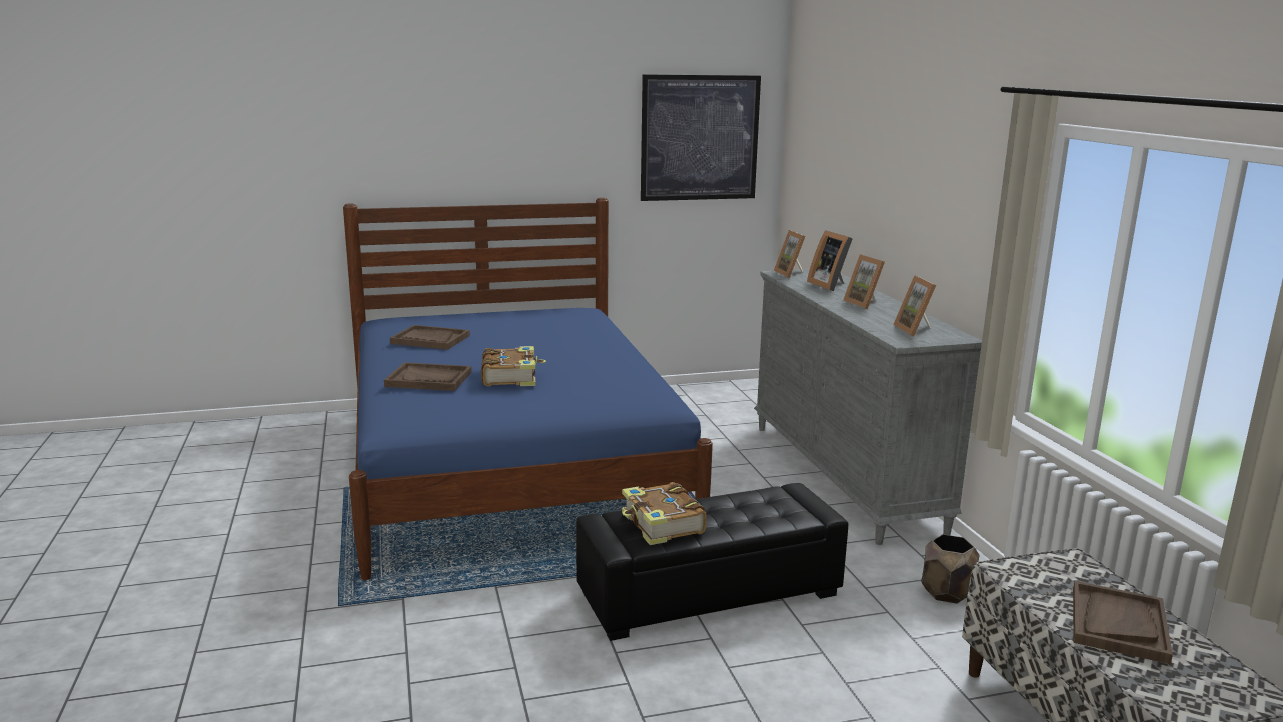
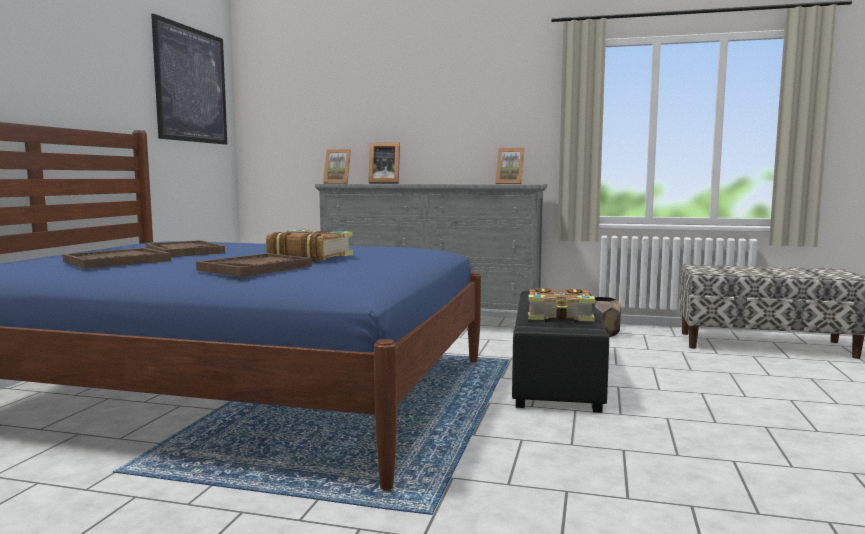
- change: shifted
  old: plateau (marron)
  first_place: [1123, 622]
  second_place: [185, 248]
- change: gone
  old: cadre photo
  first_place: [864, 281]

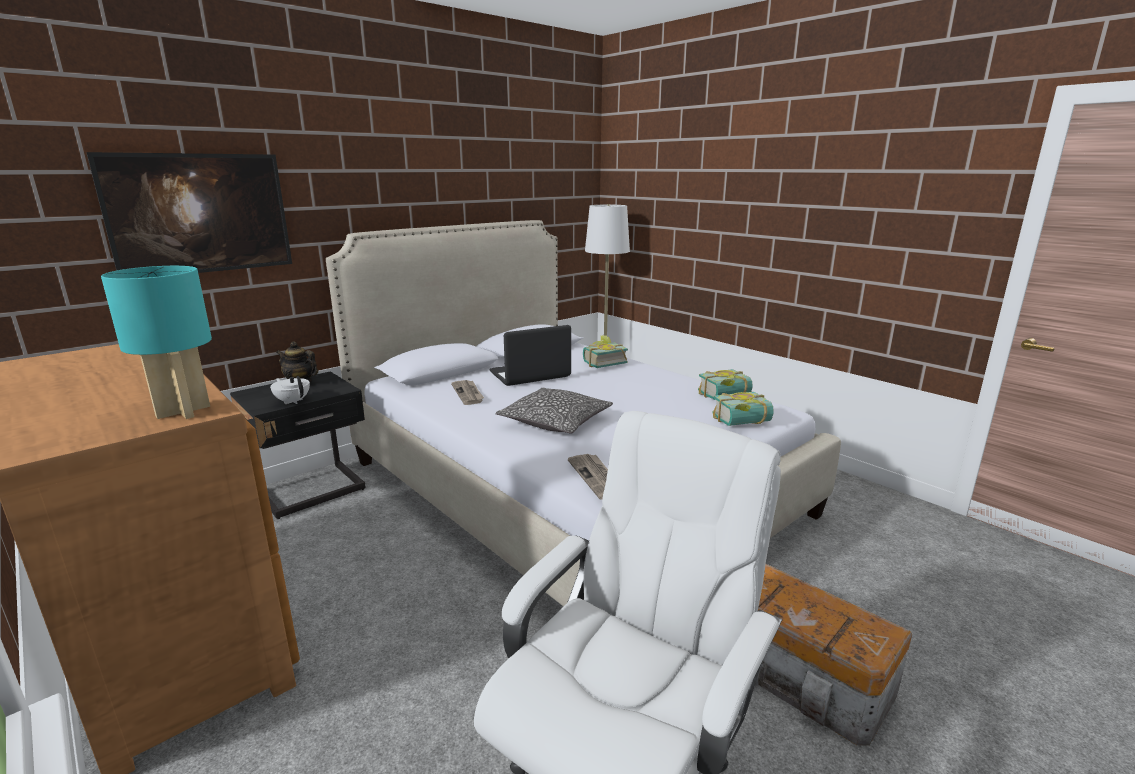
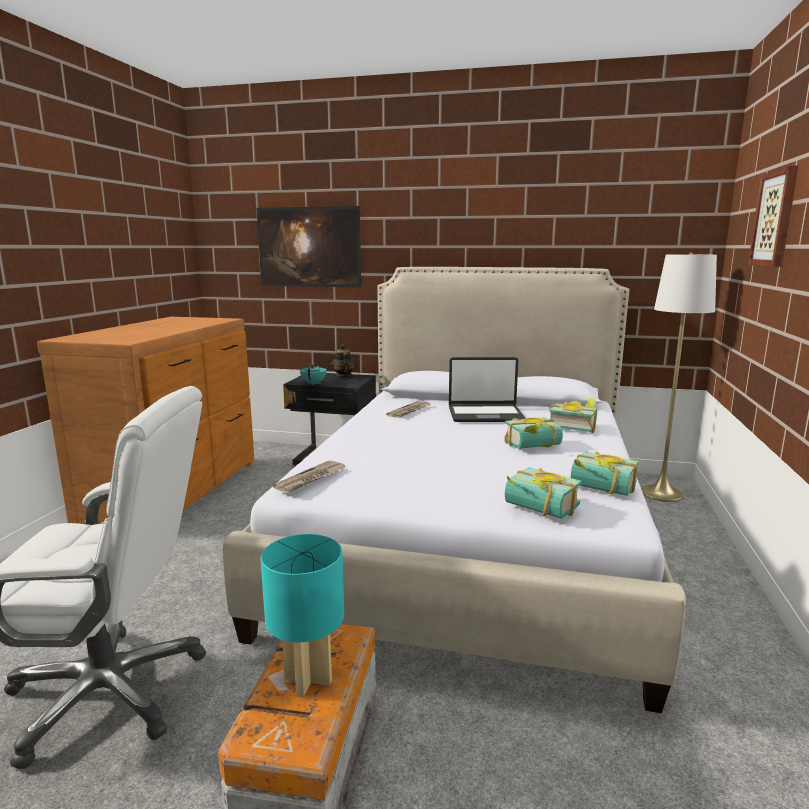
- change: shifted
  old: lampe de table (turquoise)
  first_place: [156, 342]
  second_place: [302, 615]
- change: repainted
  old: théière (blanc)
  new: théière (turquoise)
  first_place: [290, 390]
  second_place: [313, 374]
- change: rotated
  old: ordinateur portable
  first_place: [530, 355]
  second_place: [487, 389]
  degrees: 150
- change: new
  new: livre
  second_place: [533, 433]
- change: new
  new: tableau
  second_place: [773, 216]
- change: gone
  old: coussin
  first_place: [554, 411]

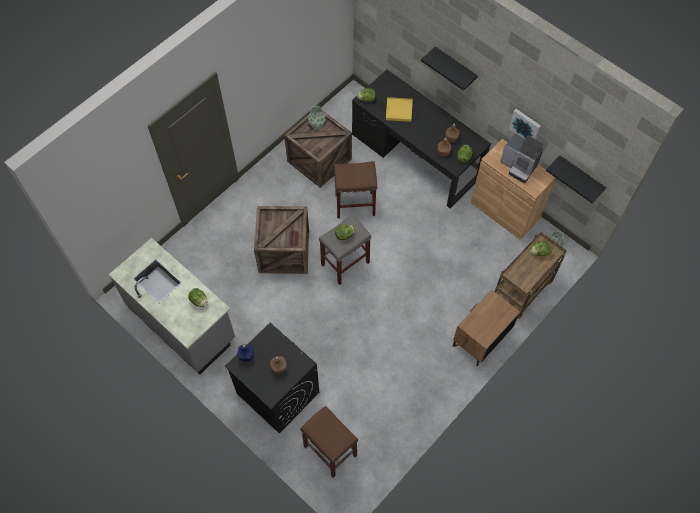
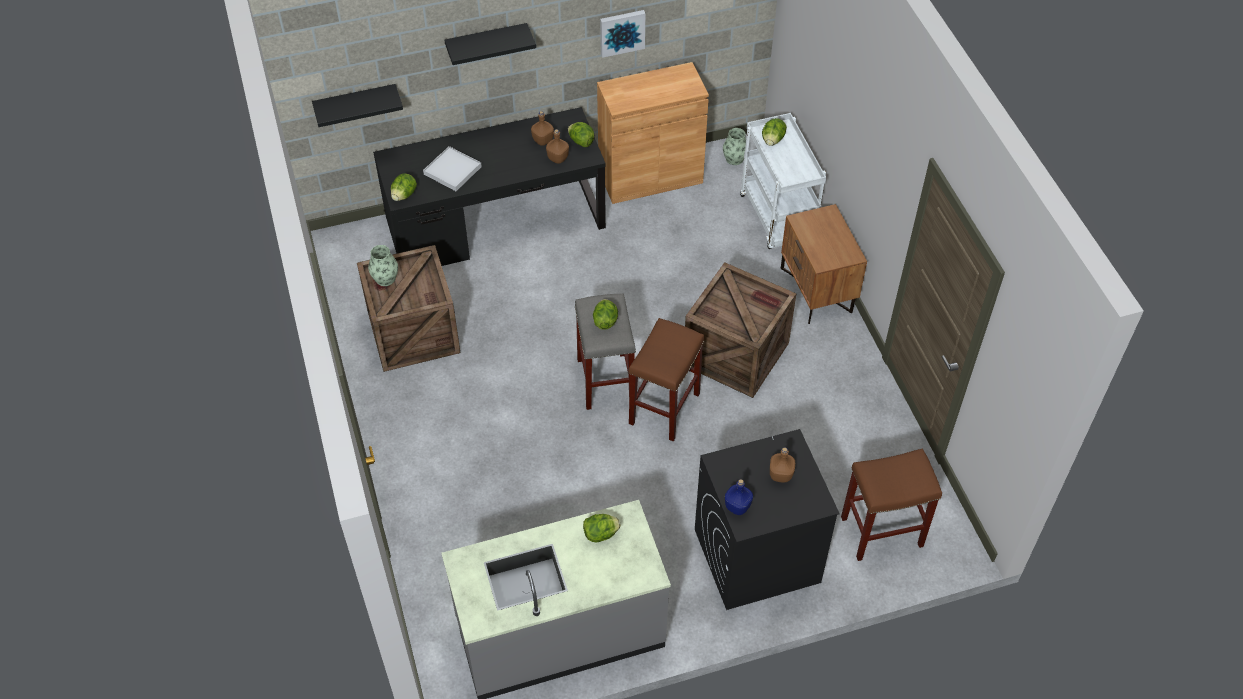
- change: shifted
  old: étagère (noir)
  first_place: [576, 179]
  second_place: [357, 105]
- change: repainted
  old: plateau (jaune)
  new: plateau (blanc)
  first_place: [399, 109]
  second_place: [452, 168]
- change: shifted
  old: tabouret (marron)
  first_place: [355, 189]
  second_place: [666, 380]
- change: shifted
  old: caisse
  first_place: [281, 240]
  second_place: [740, 330]
- change: repainted
  old: chariot (marron)
  new: chariot (blanc)
  first_place: [531, 275]
  second_place: [783, 181]
- change: gone
  old: machine à café
  first_place: [521, 158]

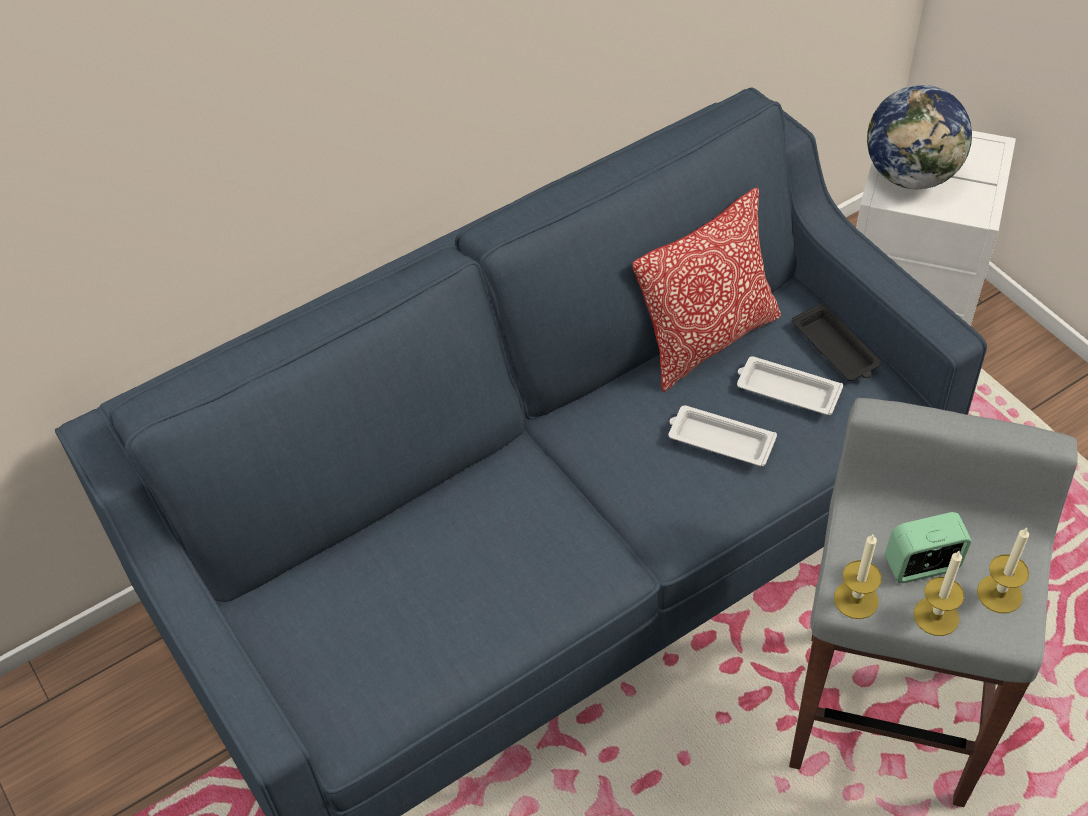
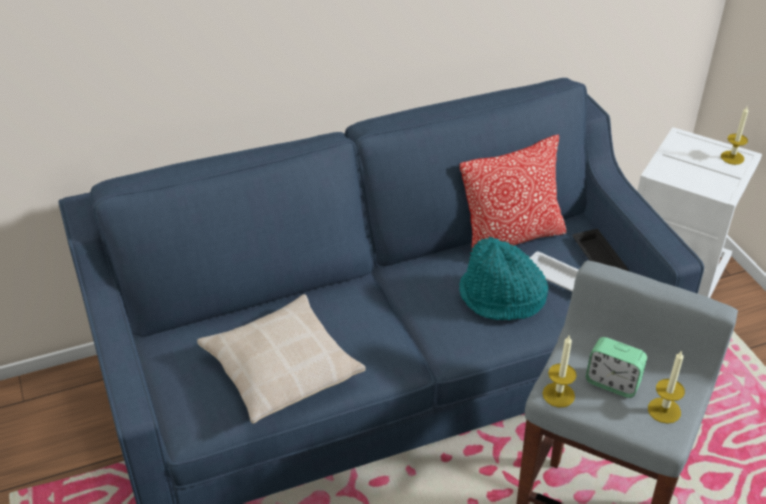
- change: new
  new: coussin (beige)
  second_place: [281, 359]
- change: swapped
  old: plateau (blanc)
  new: chapeau (turquoise)
  first_place: [722, 435]
  second_place: [503, 279]
- change: rotated
  old: réveil
  first_place: [928, 547]
  second_place: [616, 367]
  degrees: -150
- change: shifted
  old: bougie
  first_place: [939, 593]
  second_place: [734, 136]
- change: gone
  old: globe
  first_place: [919, 137]

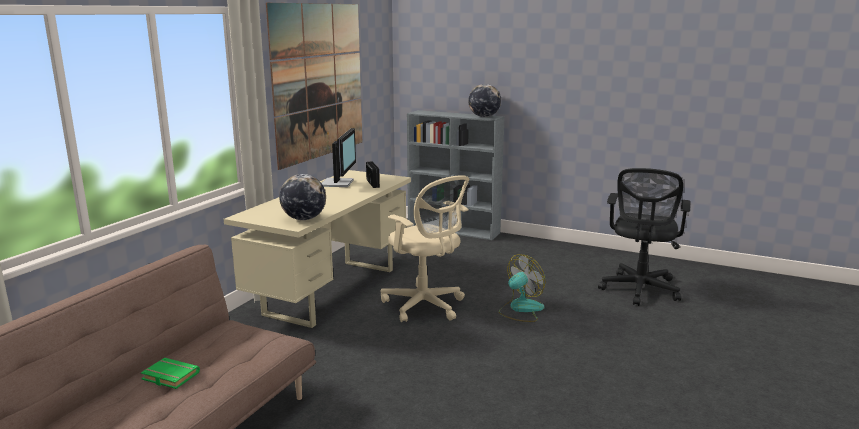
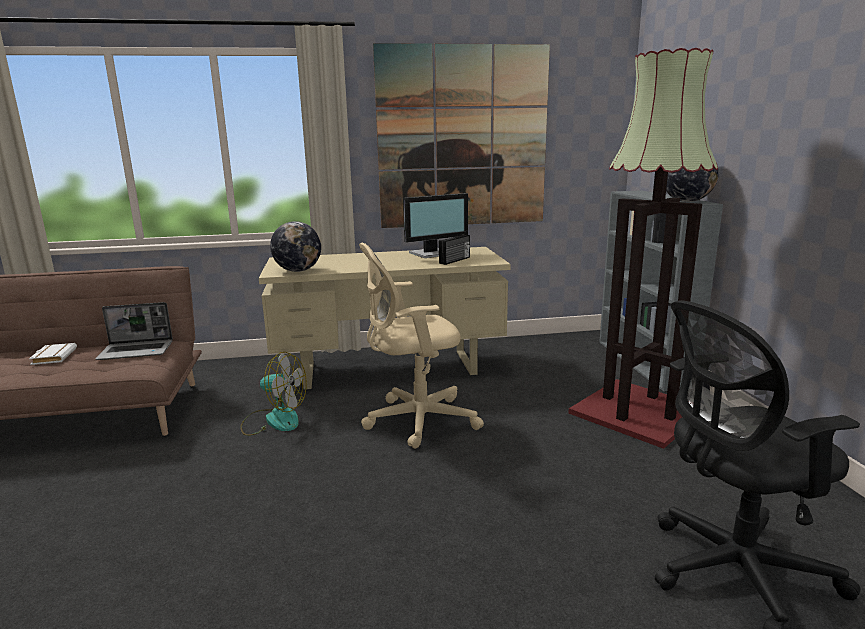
- change: repainted
  old: livre (vert)
  new: livre (blanc)
  first_place: [170, 373]
  second_place: [53, 354]
- change: new
  new: ordinateur portable
  second_place: [134, 331]
- change: shifted
  old: ventilateur
  first_place: [522, 288]
  second_place: [273, 394]
- change: rotated
  old: chaise de bureau (beige)
  first_place: [425, 248]
  second_place: [421, 346]
  degrees: 60
- change: new
  new: lampadaire
  second_place: [643, 248]

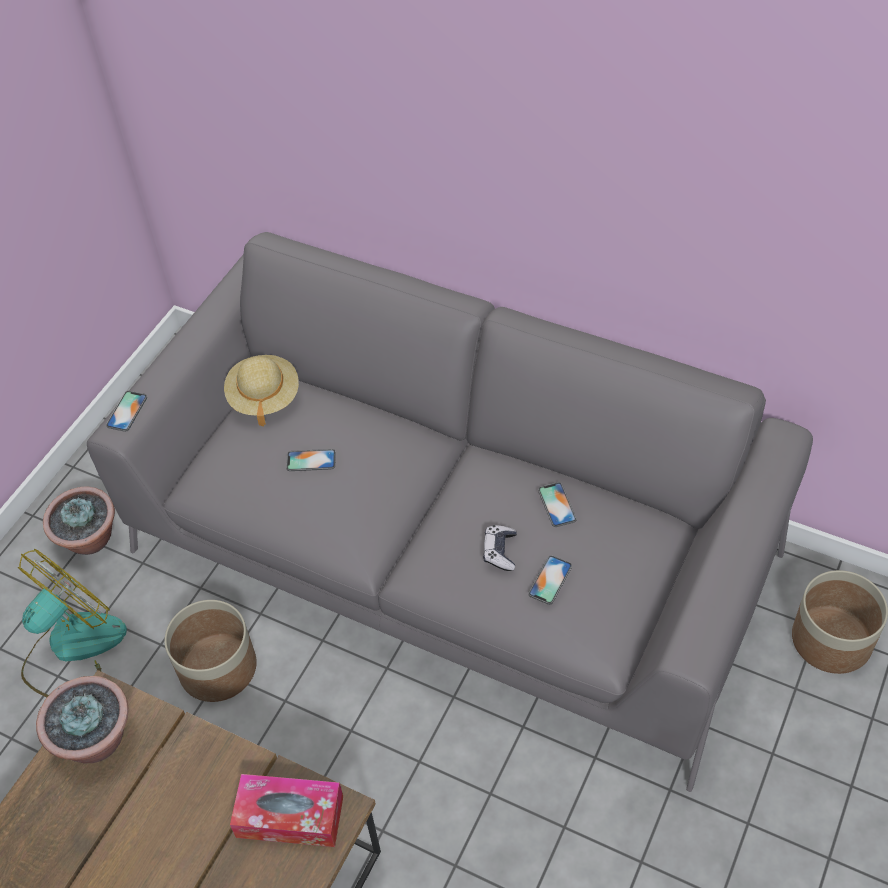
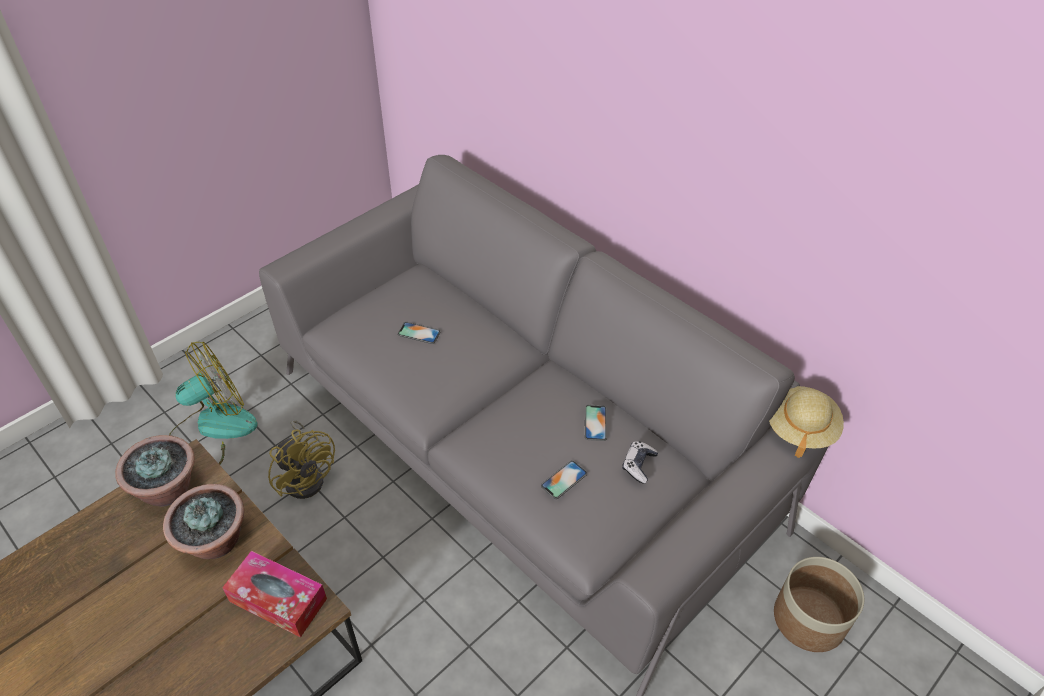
- change: shifted
  old: plante en pot
  first_place: [79, 520]
  second_place: [203, 521]
- change: swapped
  old: cache-pot
  new: ventilateur (jaune)
  first_place: [210, 651]
  second_place: [301, 459]
- change: shifted
  old: manette
  first_place: [500, 548]
  second_place: [640, 462]
- change: shifted
  old: chapeau (beige)
  first_place: [261, 390]
  second_place: [806, 422]
- change: gone
  old: téléphone
  first_place: [126, 411]

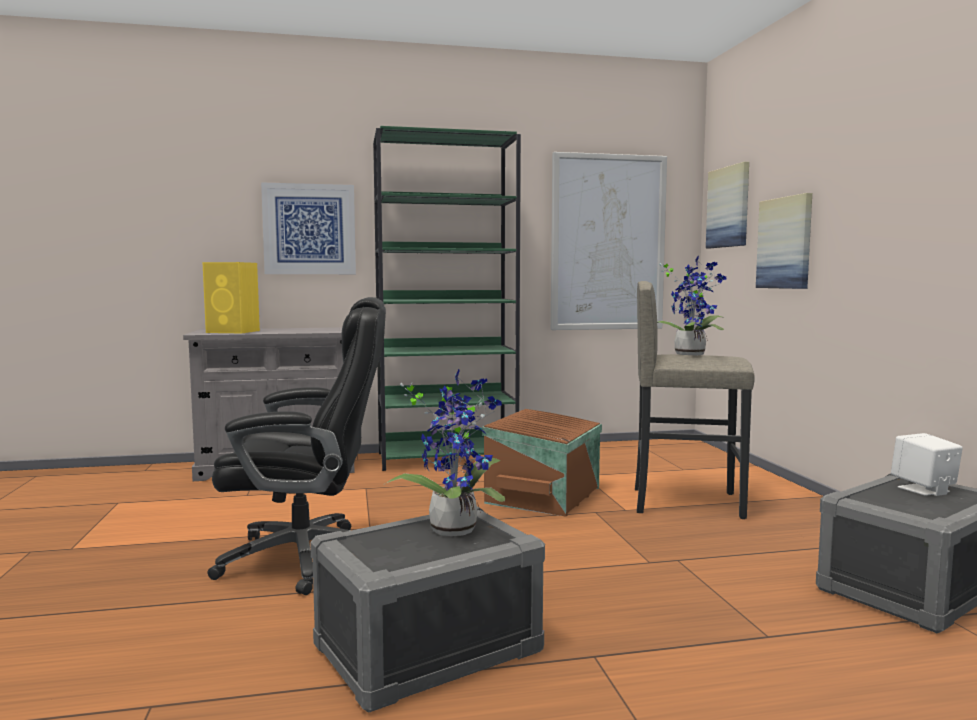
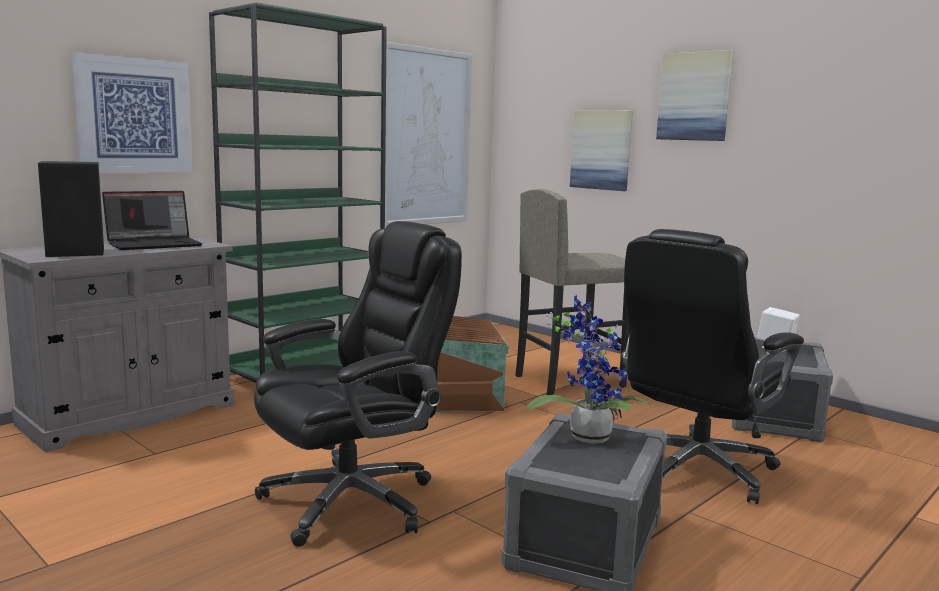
- change: repainted
  old: enceinte (jaune)
  new: enceinte (noir)
  first_place: [231, 297]
  second_place: [71, 209]
- change: new
  new: ordinateur portable
  second_place: [152, 220]
- change: new
  new: chaise de bureau (noir)
  second_place: [712, 366]
- change: shifted
  old: tableau
  first_place: [727, 205]
  second_place: [694, 95]
- change: gone
  old: plante en pot
  first_place: [692, 305]

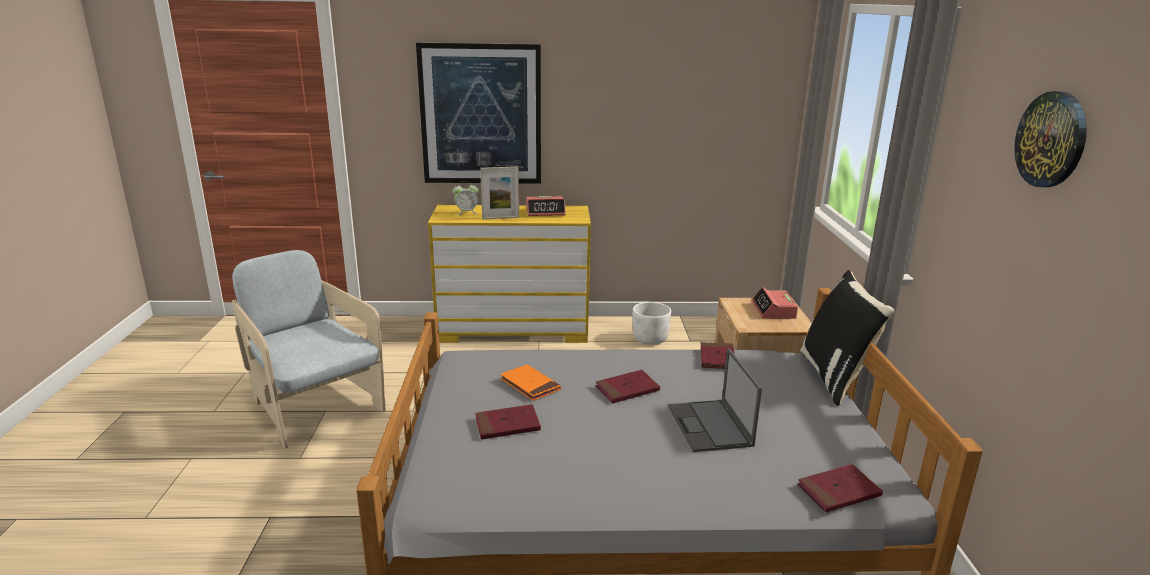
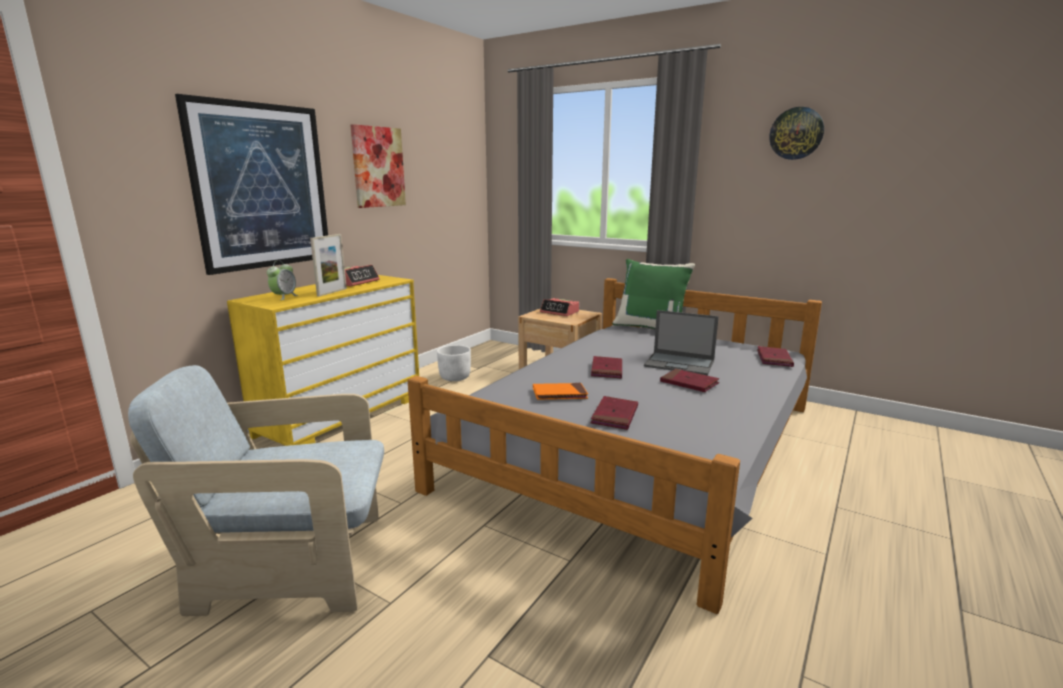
- change: new
  new: tableau
  second_place: [378, 166]
- change: repainted
  old: coussin (noir)
  new: coussin (vert)
  first_place: [847, 338]
  second_place: [653, 294]
- change: shifted
  old: livre (rouge)
  first_place: [717, 355]
  second_place: [689, 380]

